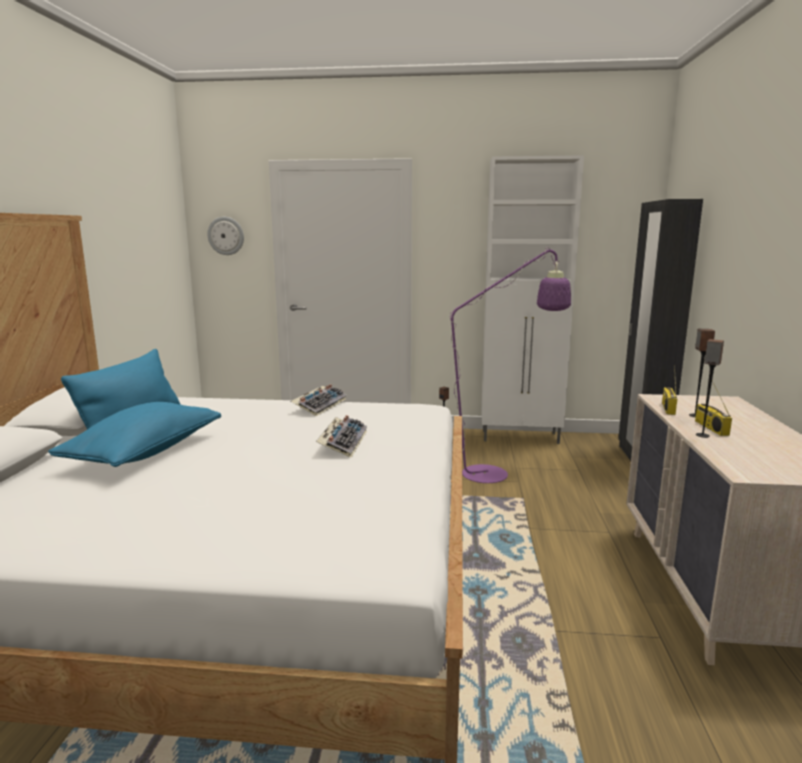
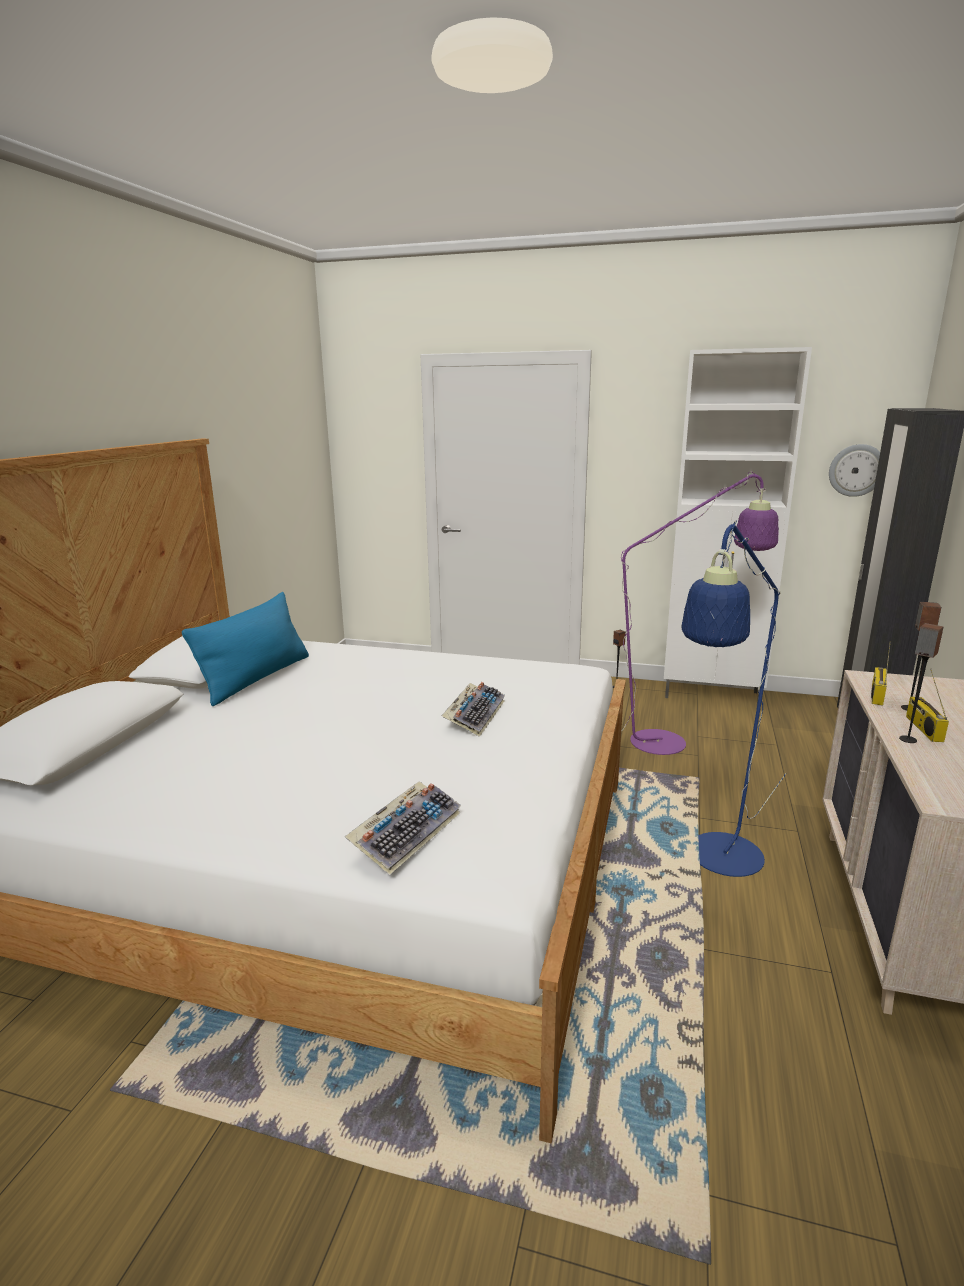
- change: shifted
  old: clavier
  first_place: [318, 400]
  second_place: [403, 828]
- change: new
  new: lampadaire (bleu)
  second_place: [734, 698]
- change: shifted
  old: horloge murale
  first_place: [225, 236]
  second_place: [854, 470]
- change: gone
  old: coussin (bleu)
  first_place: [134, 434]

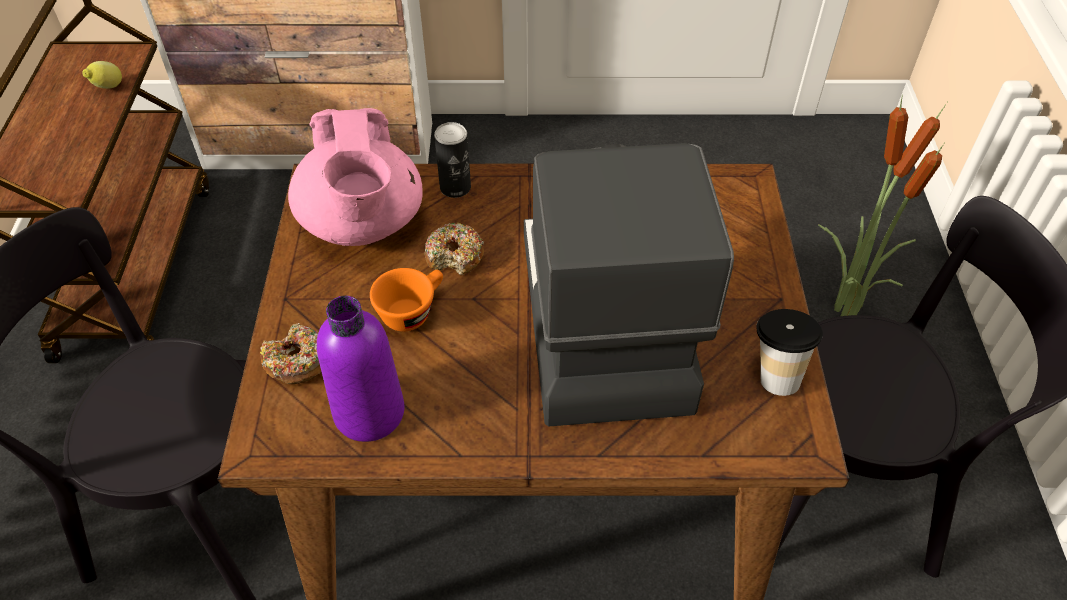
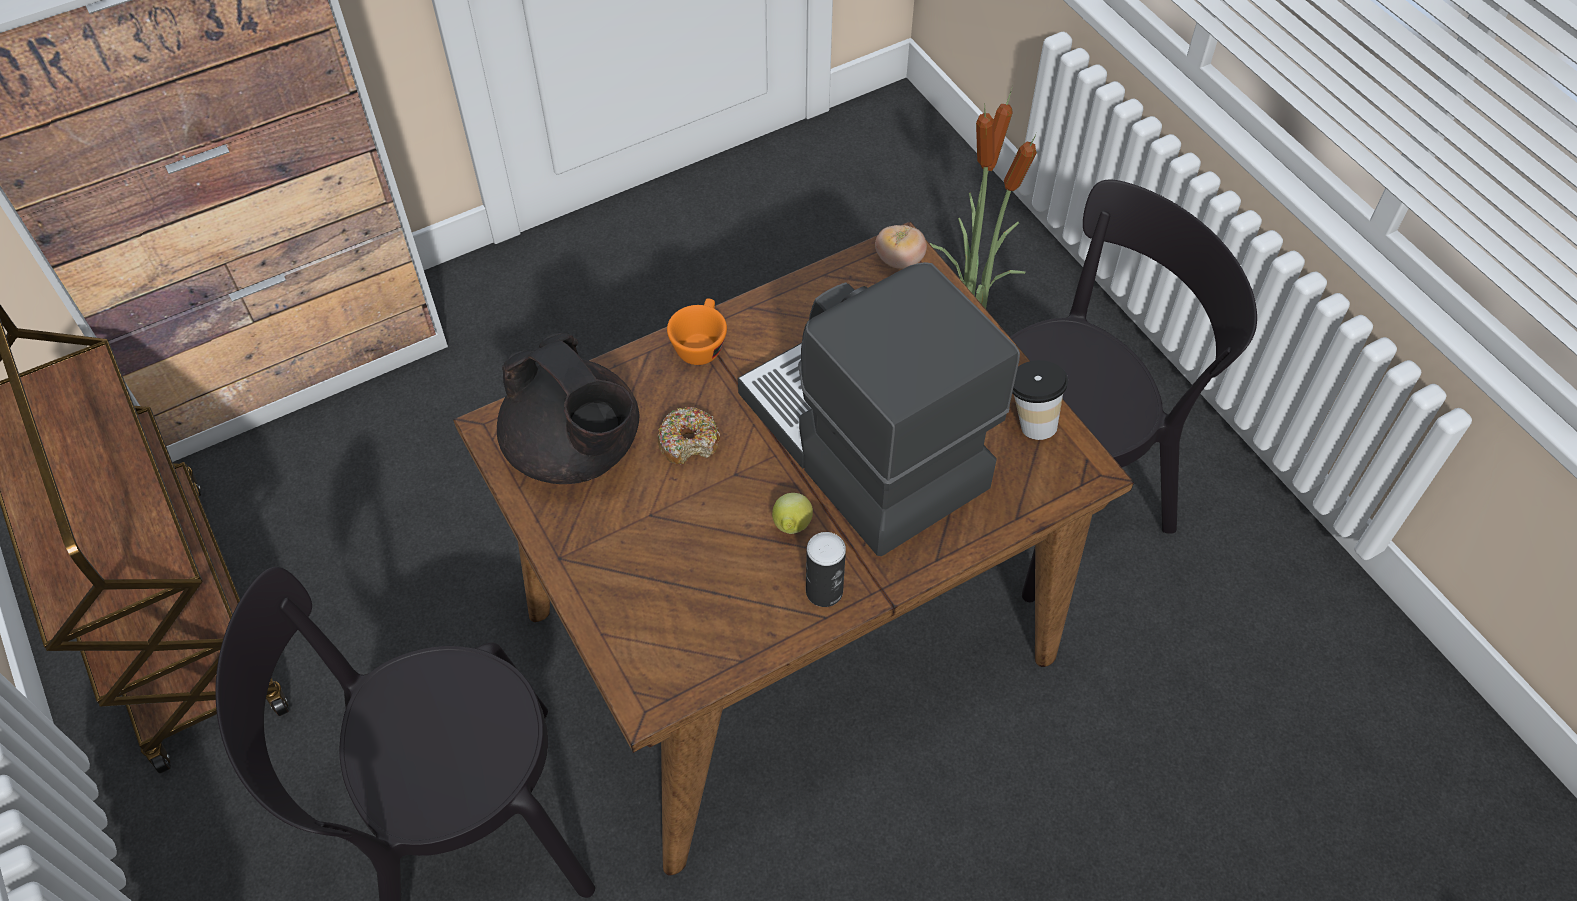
- change: repainted
  old: théière (rose)
  new: théière (noir)
  first_place: [355, 177]
  second_place: [568, 408]
- change: shifted
  old: tasse (orange)
  first_place: [406, 300]
  second_place: [697, 331]
- change: shifted
  old: citron
  first_place: [102, 75]
  second_place: [792, 513]
- change: shifted
  old: boîte métallique
  first_place: [452, 160]
  second_place: [826, 569]
- change: new
  new: tomate
  second_place: [901, 247]
- change: gone
  old: beignet
  first_place: [290, 353]
- change: gone
  old: bouteille (violet)
  first_place: [361, 369]

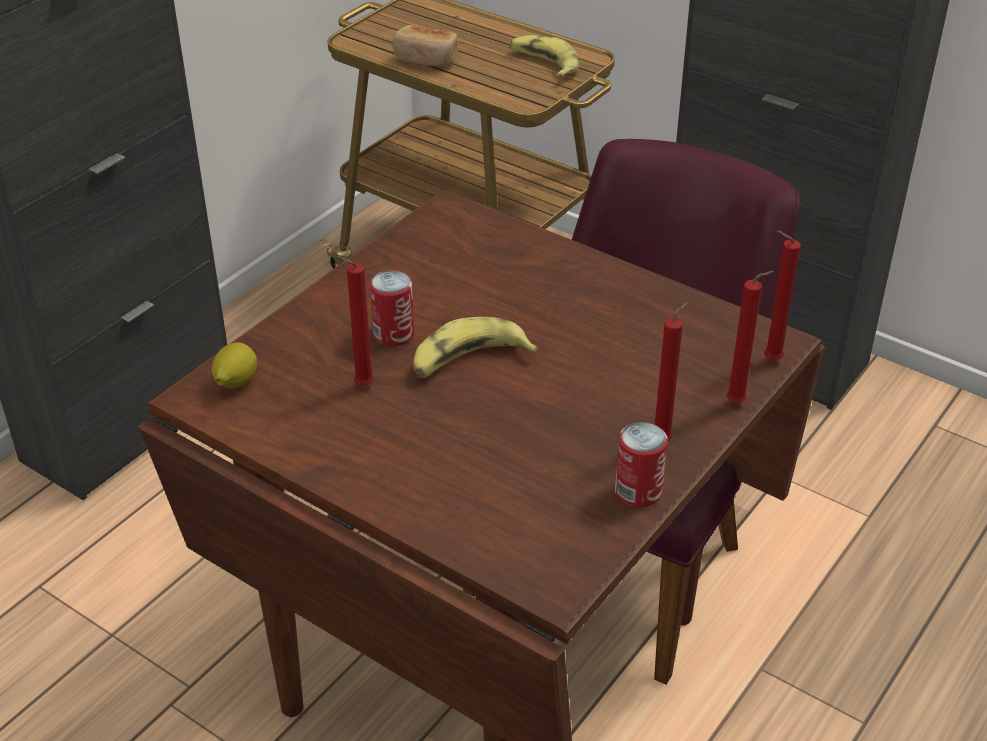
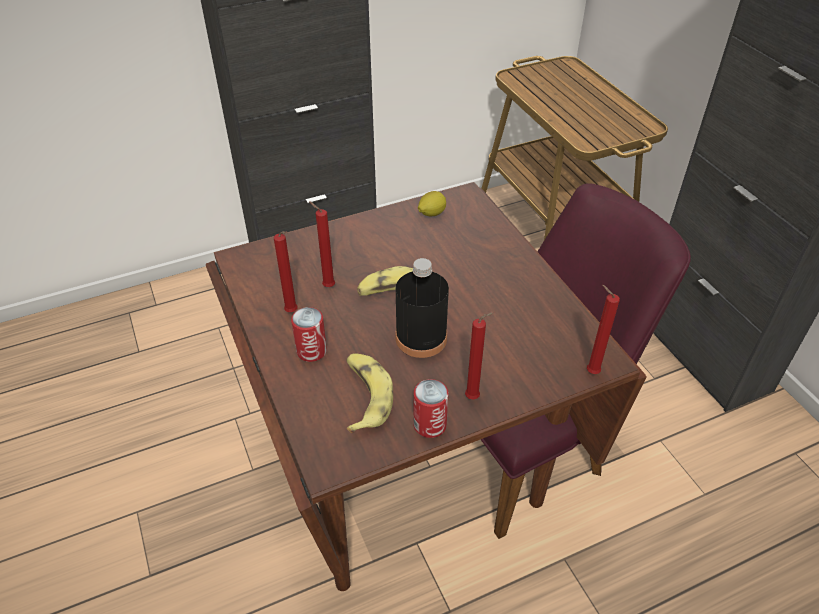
- change: shifted
  old: bougie (rouge)
  first_place: [750, 337]
  second_place: [285, 271]
- change: shifted
  old: boîte métallique
  first_place: [392, 308]
  second_place: [309, 334]
- change: shifted
  old: banane
  first_place: [544, 56]
  second_place: [369, 393]
- change: new
  new: bouteille (noir)
  second_place: [422, 308]
- change: shifted
  old: citron
  first_place: [234, 365]
  second_place: [432, 204]
- change: gone
  old: pain
  first_place: [425, 45]

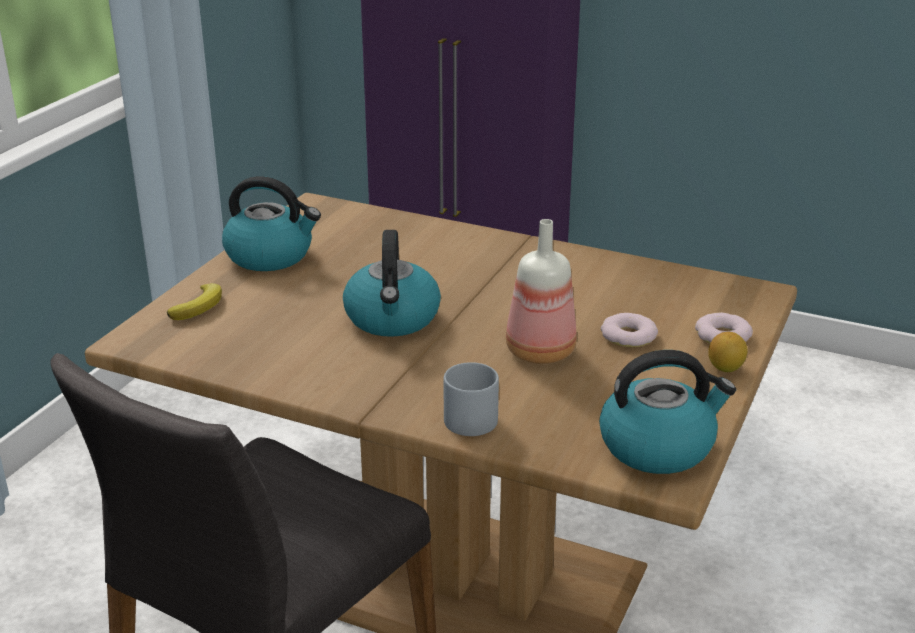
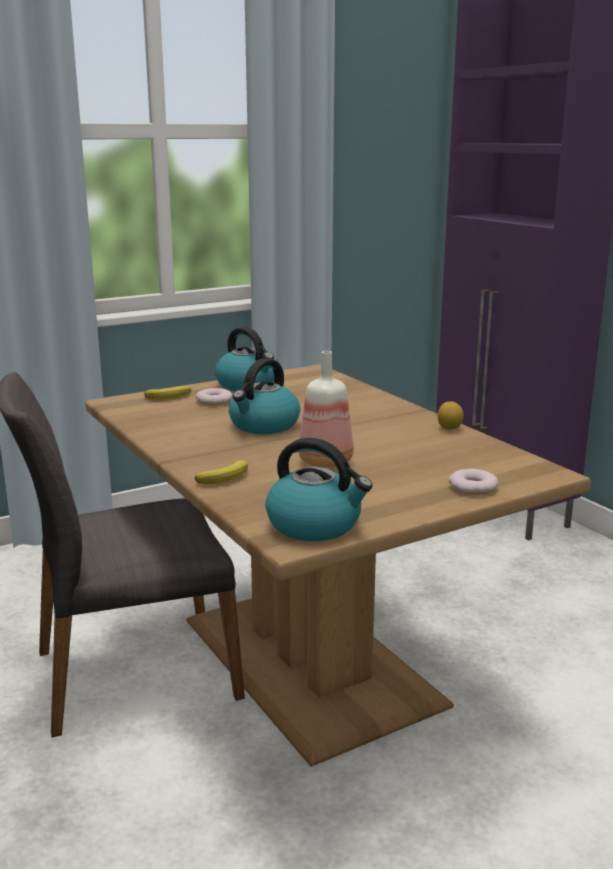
- change: swapped
  old: mug (gris)
  new: banane
  first_place: [471, 399]
  second_place: [221, 472]
- change: shifted
  old: beignet
  first_place: [629, 330]
  second_place: [214, 396]
- change: shifted
  old: citron
  first_place: [727, 352]
  second_place: [451, 416]

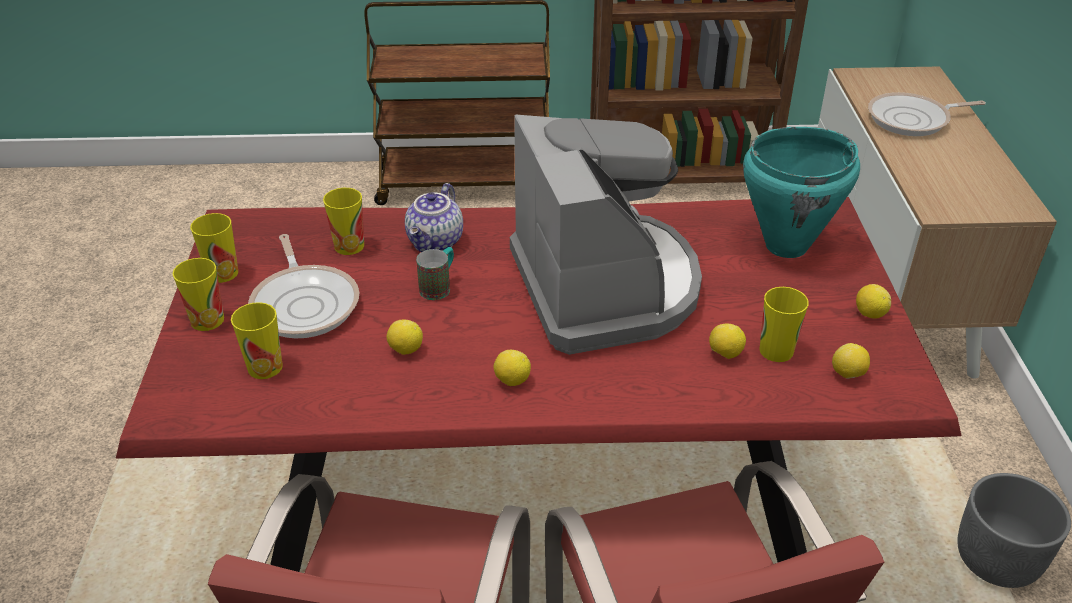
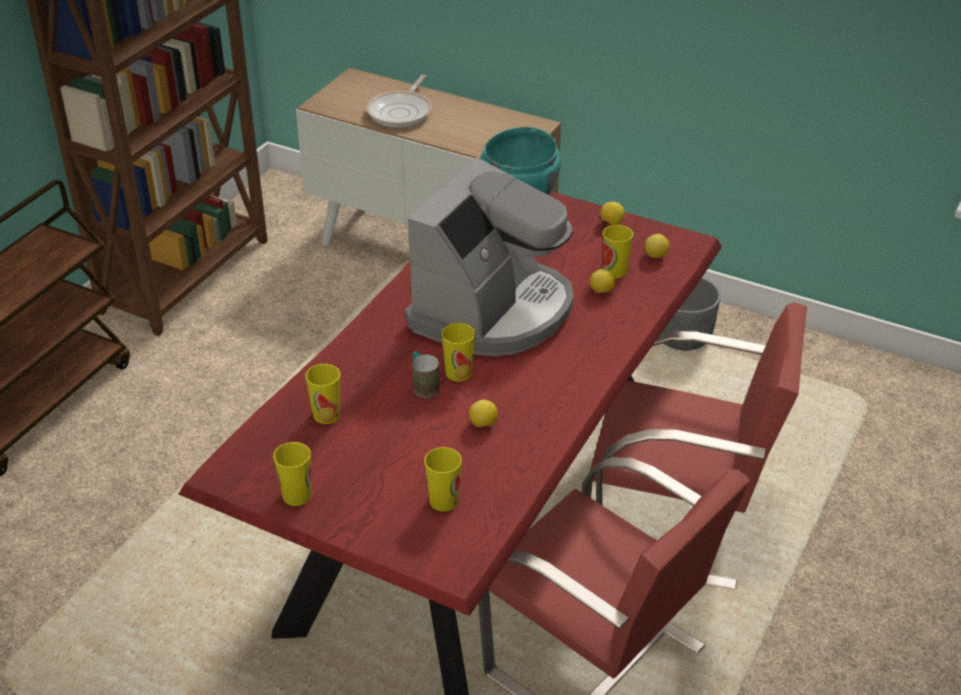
- change: rotated
  old: machine à café
  first_place: [606, 235]
  second_place: [489, 256]
  degrees: 105
- change: shifted
  old: tasse
  first_place: [198, 294]
  second_place: [458, 352]
- change: gone
  old: poêle
  first_place: [303, 286]
- change: gone
  old: théière
  first_place: [434, 217]
- change: gone
  old: citron
  first_place: [512, 368]

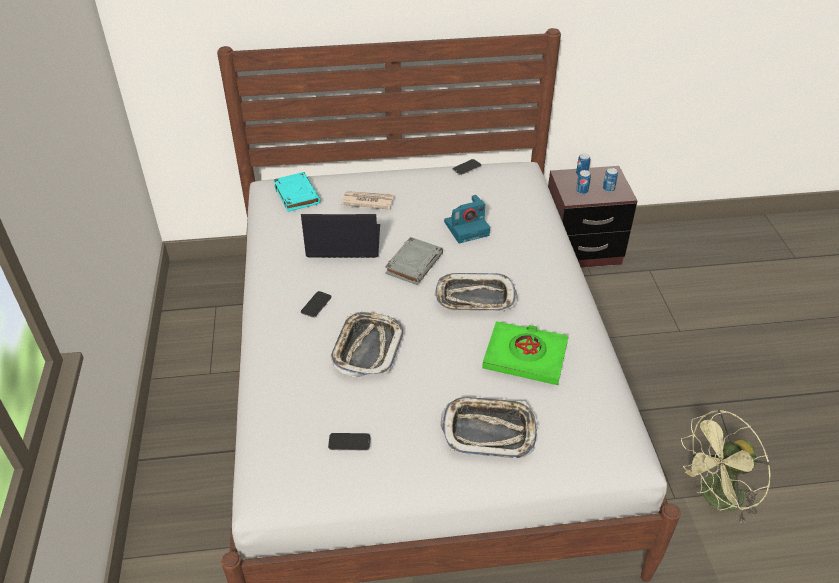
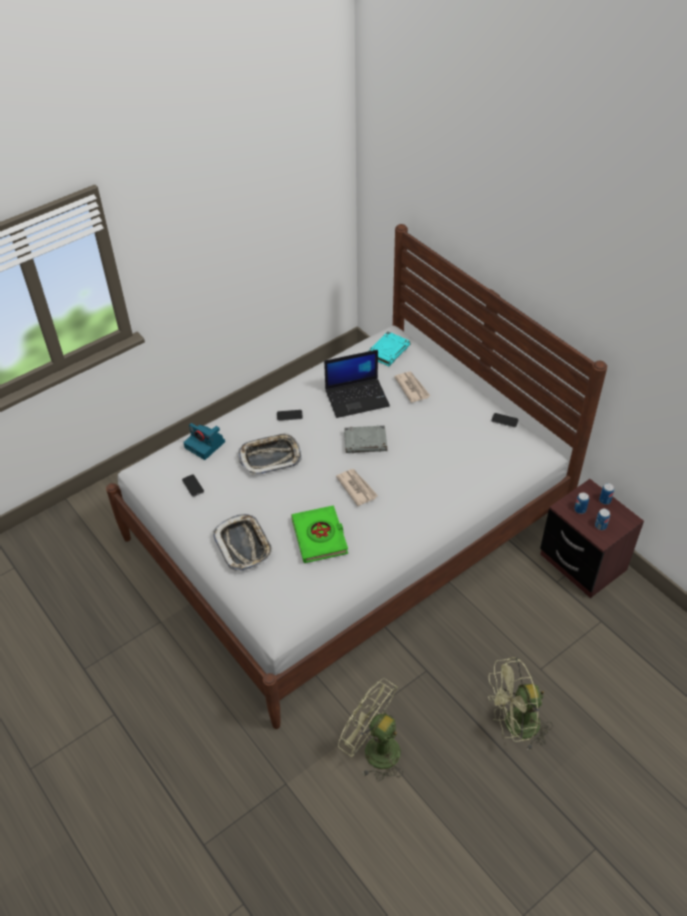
- change: shifted
  old: appareil photo
  first_place: [467, 219]
  second_place: [204, 441]
- change: rotated
  old: ordinateur portable
  first_place: [340, 236]
  second_place: [357, 384]
  degrees: 105
- change: swapped
  old: plateau
  new: journal
  first_place: [476, 292]
  second_place: [357, 487]
- change: new
  new: ventilateur (vert)
  second_place: [520, 704]

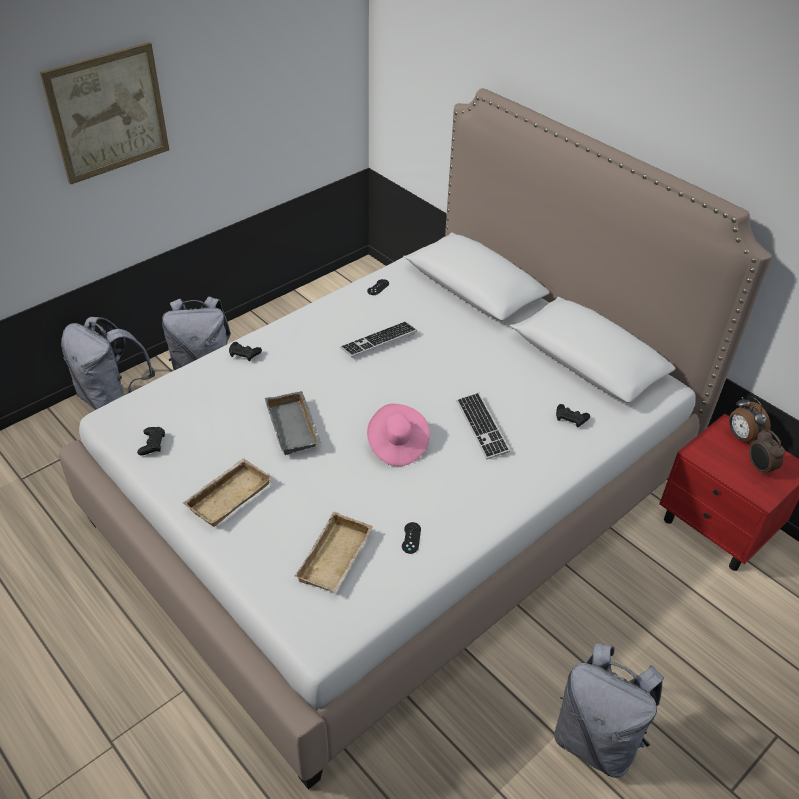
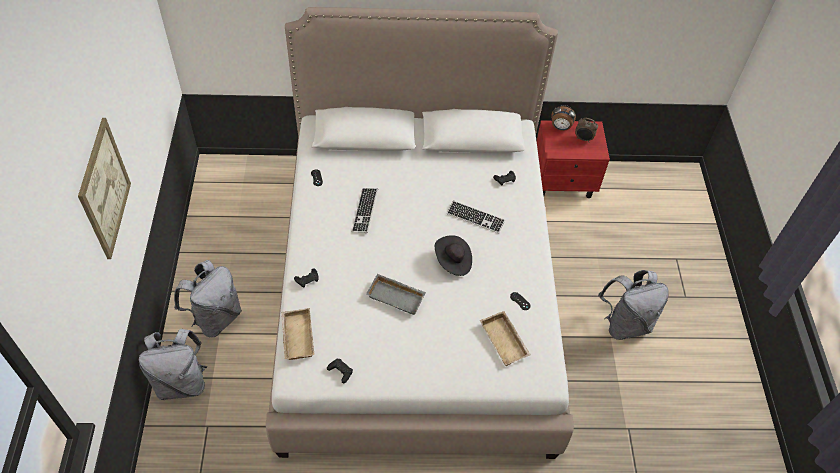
- change: shifted
  old: plateau (beige)
  first_place: [227, 492]
  second_place: [297, 334]
- change: repainted
  old: chapeau (rose)
  new: chapeau (noir)
  first_place: [398, 435]
  second_place: [453, 255]

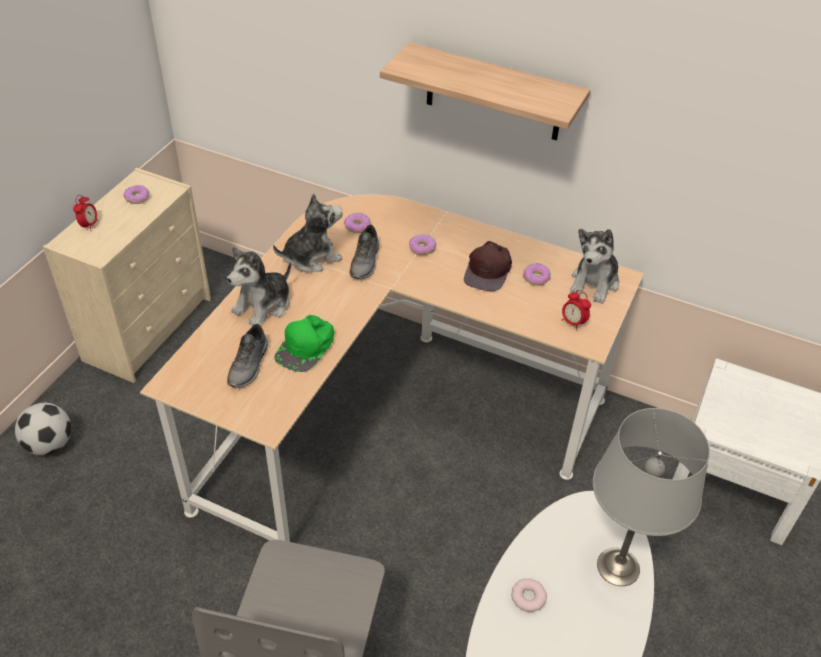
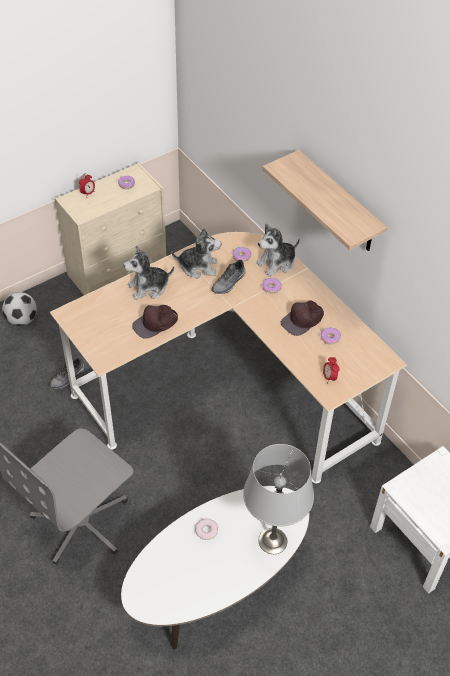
- change: shifted
  old: chaussure (gris)
  first_place: [247, 356]
  second_place: [66, 373]
- change: repainted
  old: casquette (vert)
  new: casquette (marron)
  first_place: [304, 343]
  second_place: [155, 322]
- change: shifted
  old: peluche
  first_place: [594, 266]
  second_place: [278, 250]

